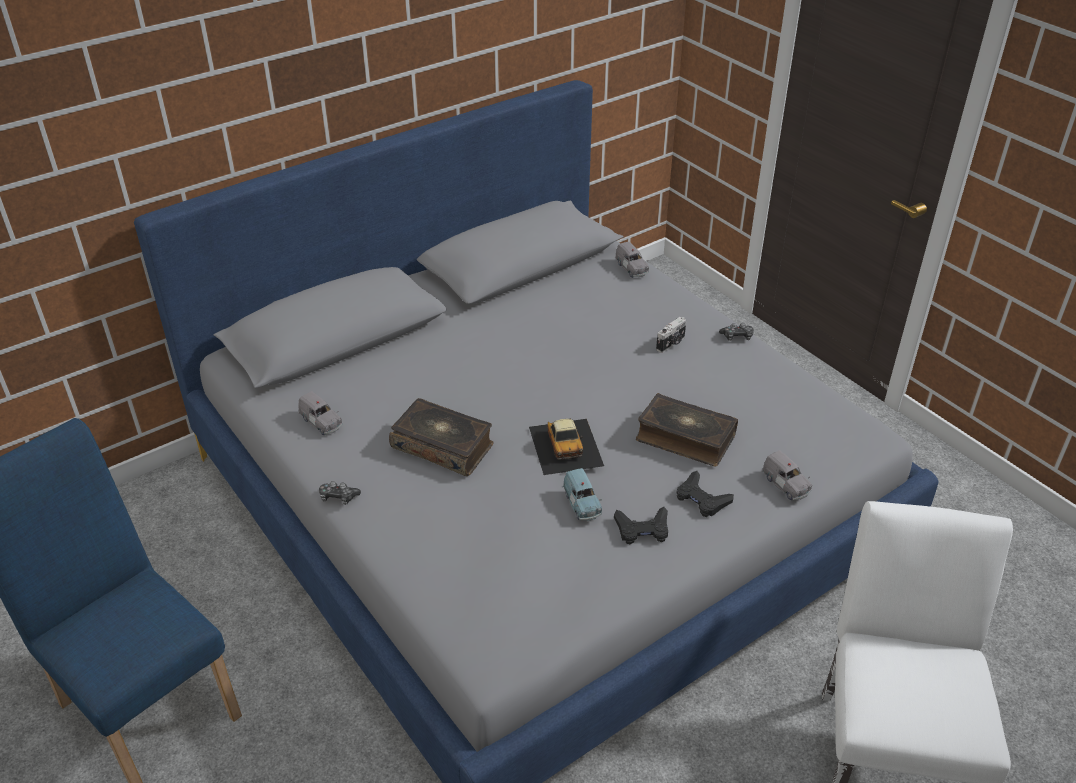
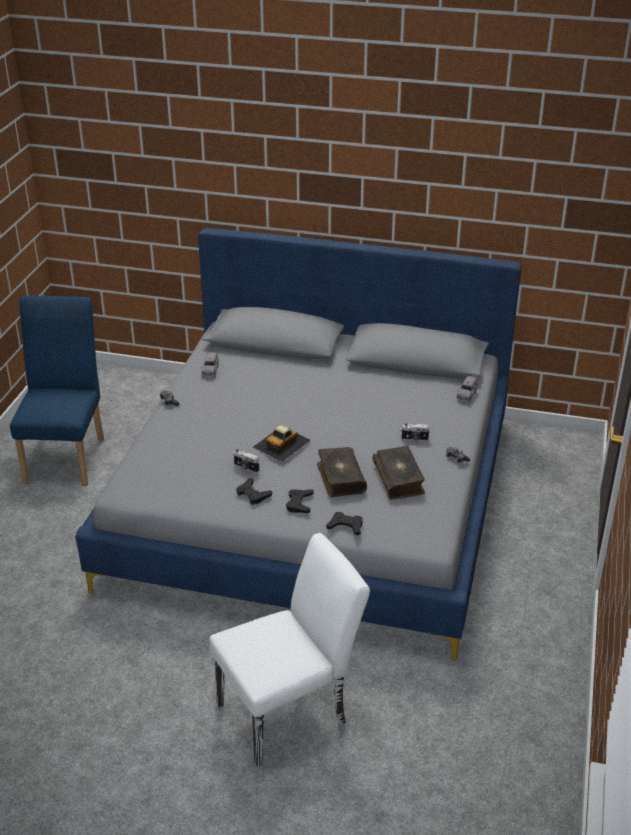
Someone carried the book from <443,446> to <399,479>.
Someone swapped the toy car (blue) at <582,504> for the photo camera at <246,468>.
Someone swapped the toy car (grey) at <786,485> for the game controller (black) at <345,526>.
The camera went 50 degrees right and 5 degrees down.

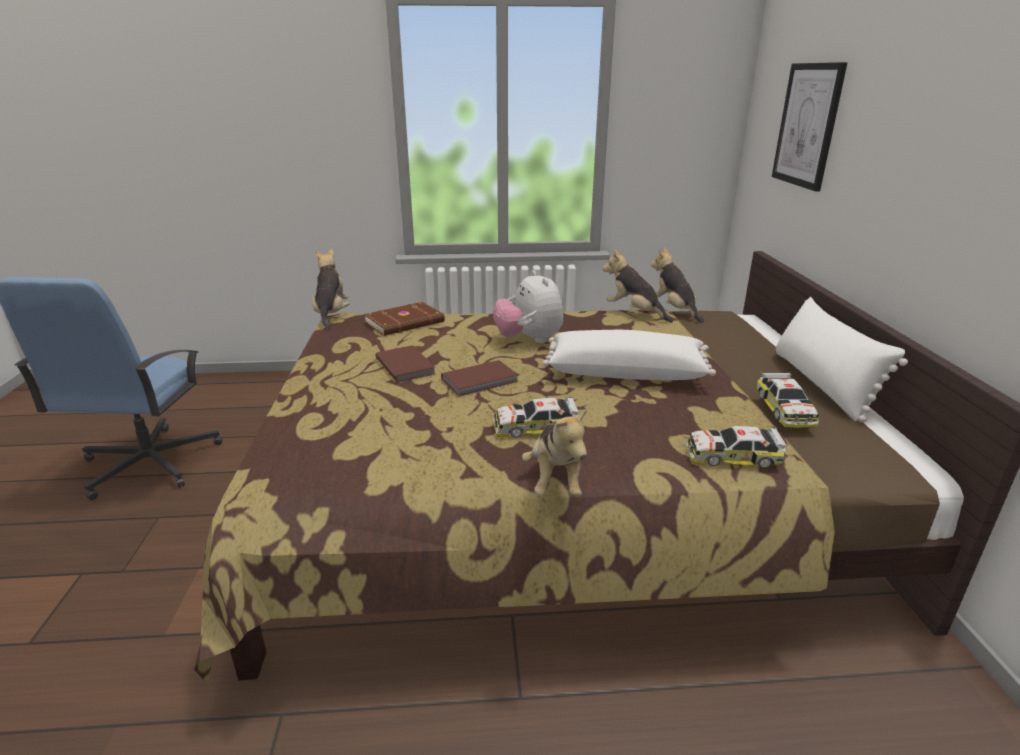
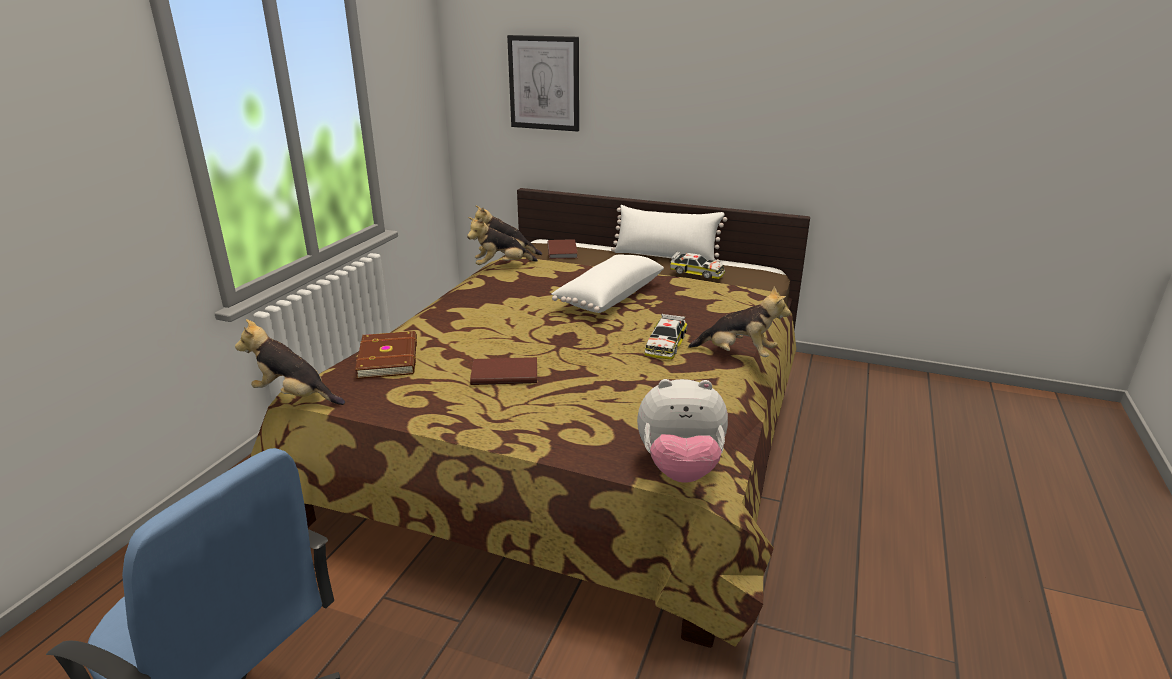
Someone carried the book (brown) from <481,381> to <563,251>.
Someone carried the plush toy from <529,340> to <680,469>.
Someone took away the toy car at <732,456>.
The camera went 65 degrees left and 0 degrees up.

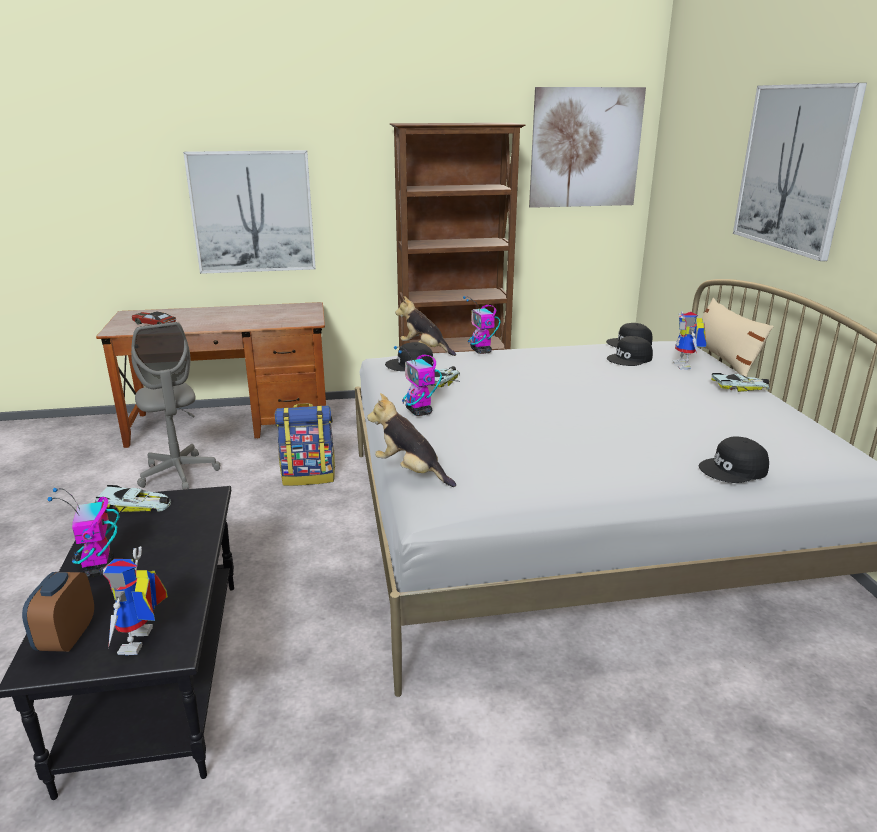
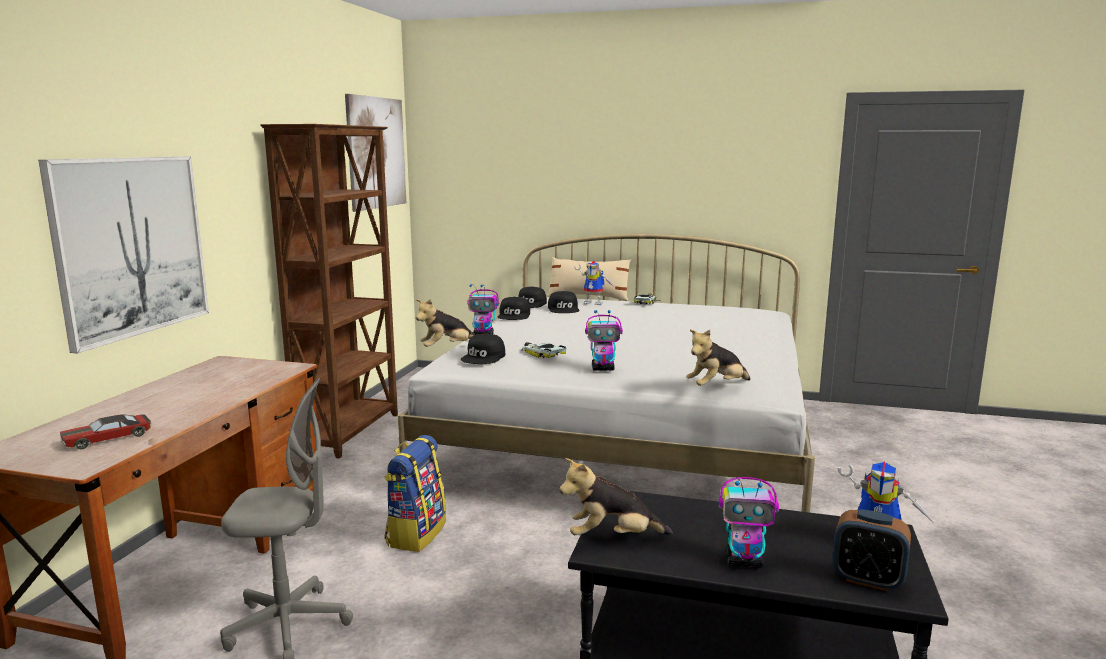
Someone swapped the toy car at <135,505> for the plush toy at <612,537>.
Someone carried the cap (black) from <734,469> to <514,315>.
Someone took away the picture at <794,168>.
The camera went 65 degrees left and 10 degrees down.

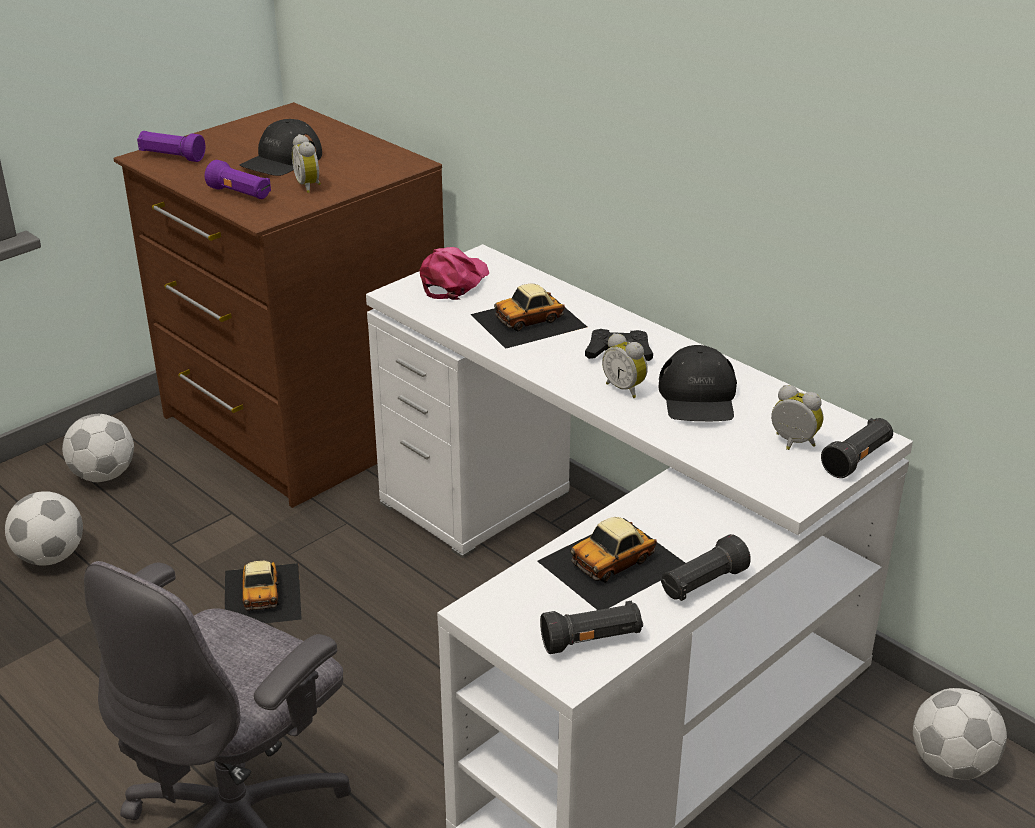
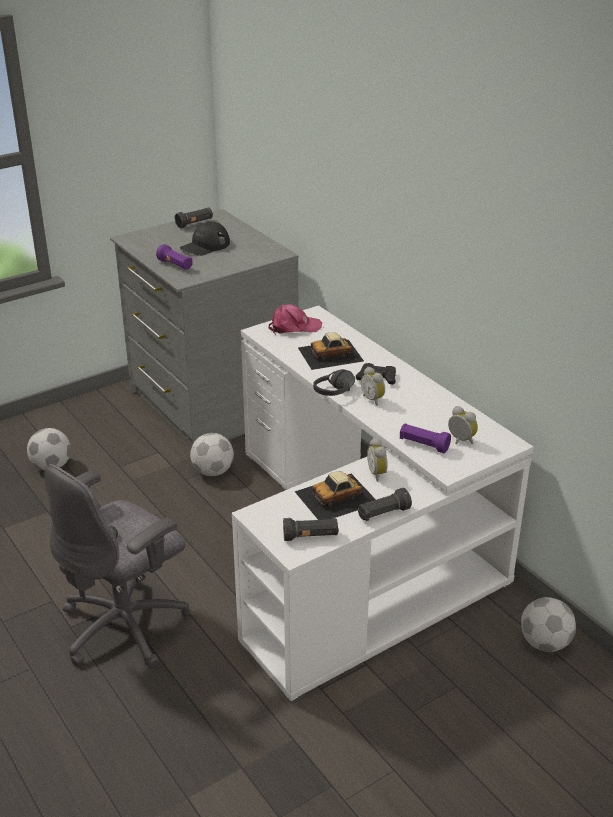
Someone carried the football from <104,475> to <213,471>.
Someone repainted the dresser (brown) at <302,423>, which became the dresser (grey) at <211,403>.
Someone carried the flashlight (purple) from <172,157> to <423,445>.
Someone took away the toy car at <263,594>.
Someone carried the alarm clock from <309,186> to <378,474>.
Someone rotated the cap (pink) at <454,282> by 45 degrees clockwise.
Someone took away the cap (black) at <698,397>.
Someone carried the flashlight (black) from <857,459> to <194,224>.
Someone put down the headphones (black) at <339,394>.
The camera went 10 degrees right and 0 degrees up.

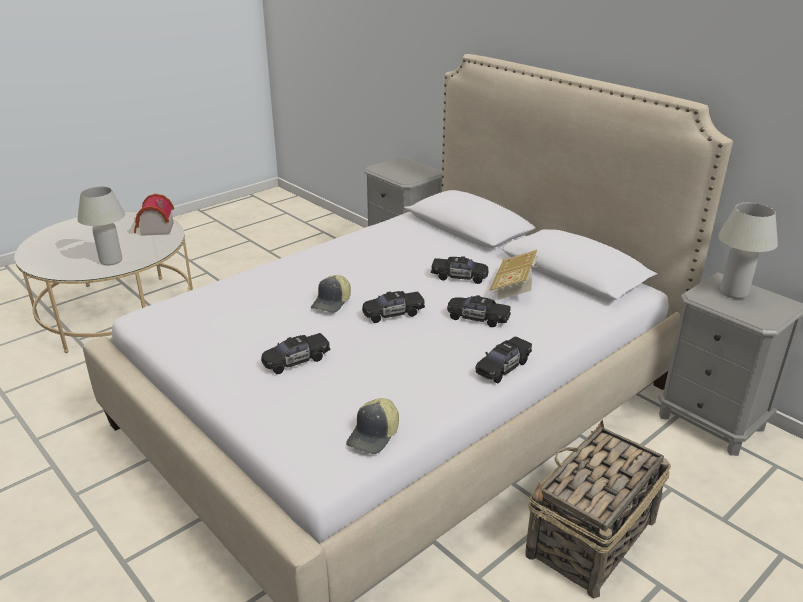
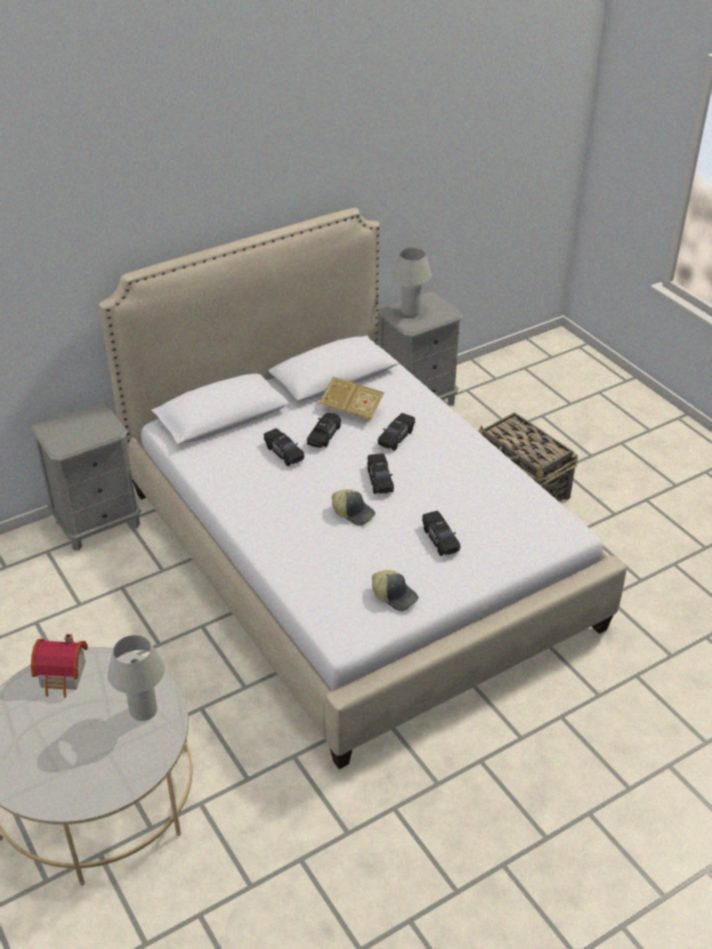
Someone carried the cap from <374,435> to <394,595>.
Someone carried the toy car (black) from <502,367> to <284,453>.
The camera went 80 degrees left and 10 degrees up.

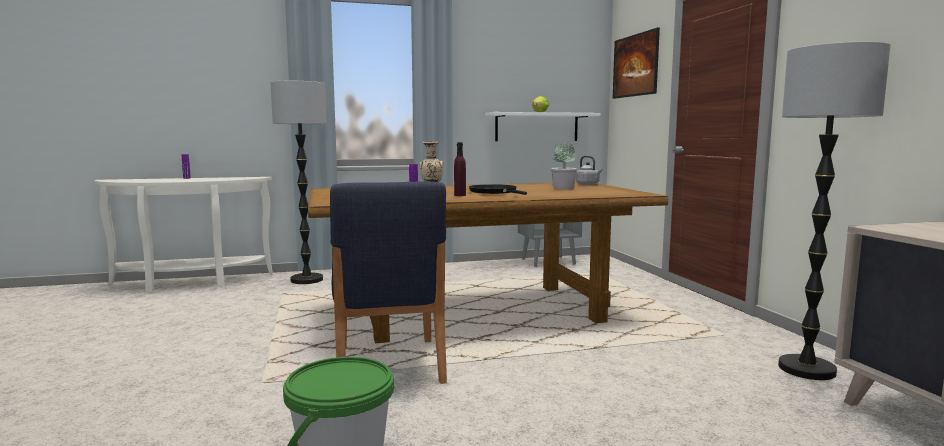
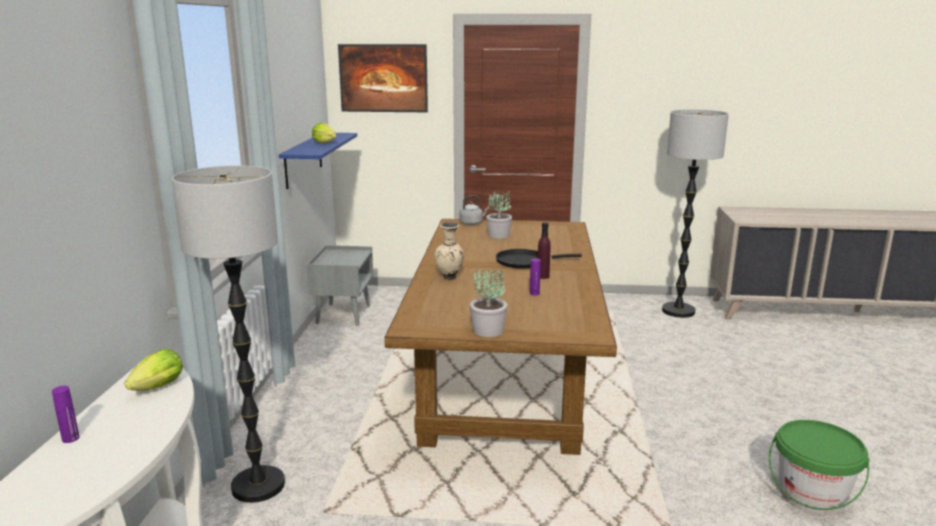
Someone took away the chair (blue) at <388,365>.
Someone repainted the shelf (white) at <536,127>, which became the shelf (blue) at <303,159>.
Someone put down the lettuce at <155,389>.
Someone put down the potted plant at <488,330>.
The camera went 70 degrees left and 10 degrees up.

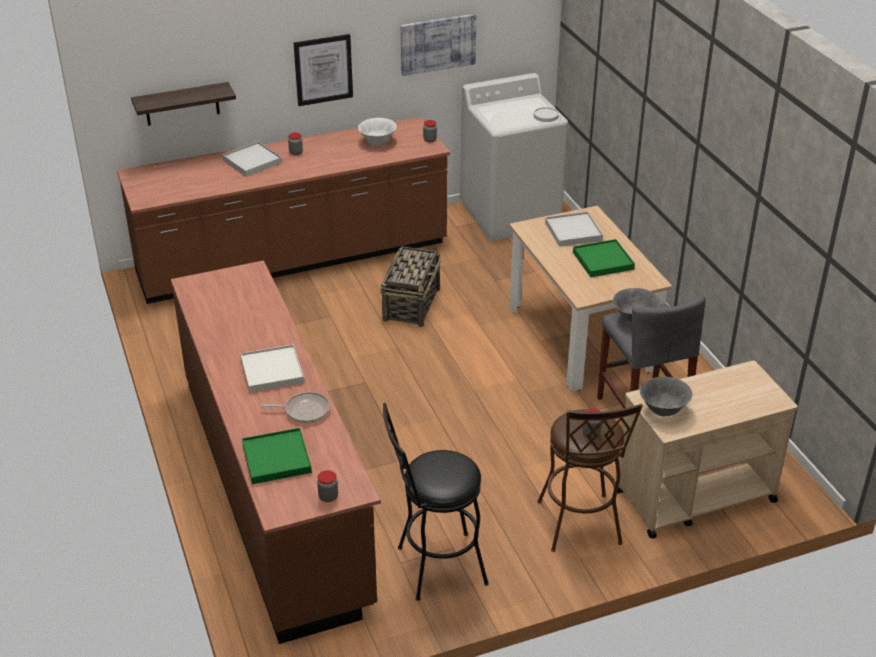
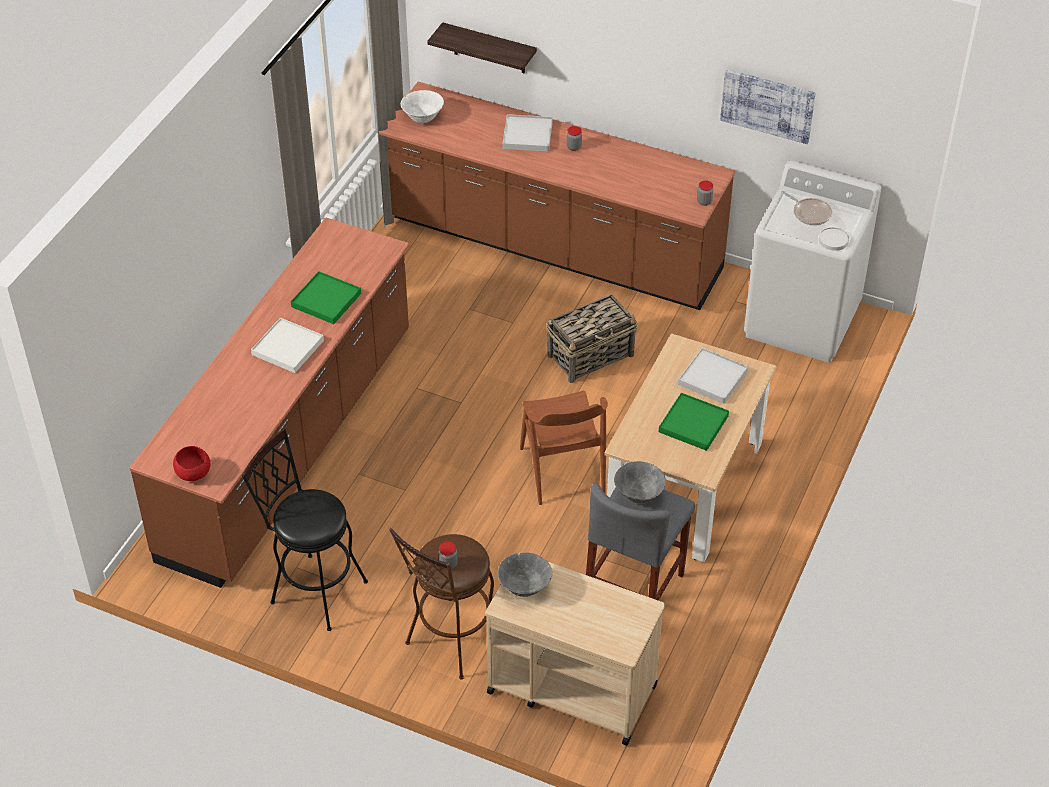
Someone carried the tray (green) from <277,459> to <326,300>.
Someone carried the frying pan from <304,411> to <810,213>.
Someone took away the picture at <323,69>.
Someone swapped the jar at <328,497> for the bowl (red) at <194,473>.
Someone carried the bowl (white) from <377,143> to <422,119>.
Someone put down the chair (brown) at <562,470>.
The camera went 45 degrees right and 10 degrees up.

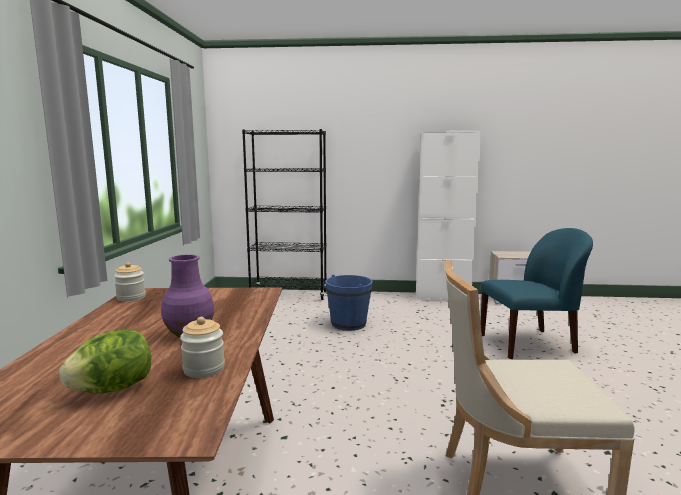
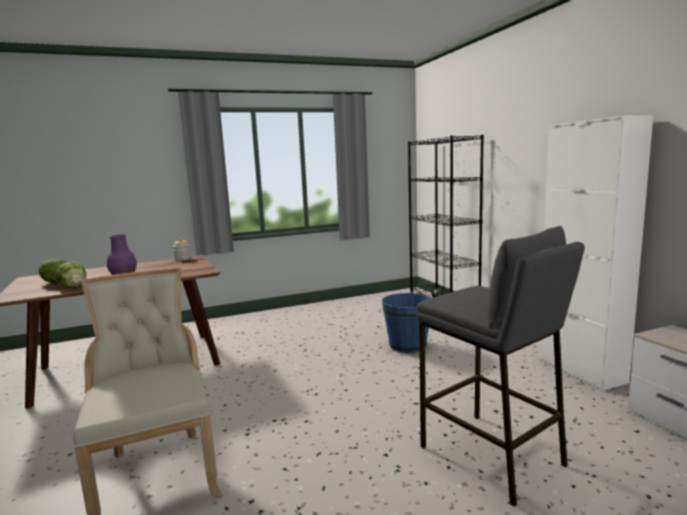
Someone swapped the jar at <204,369> for the lettuce at <73,287>.
Someone swapped the chair (blue) at <528,344> for the stool (grey) at <491,455>.
The camera went 65 degrees right and 0 degrees up.

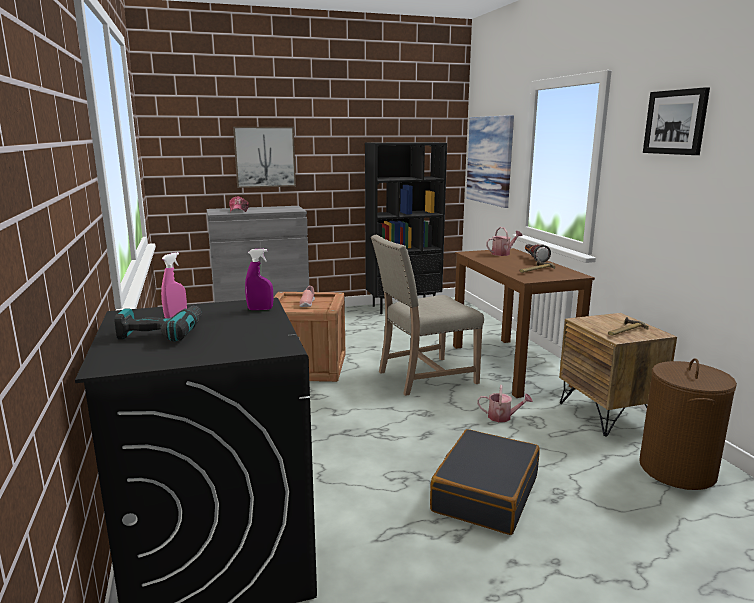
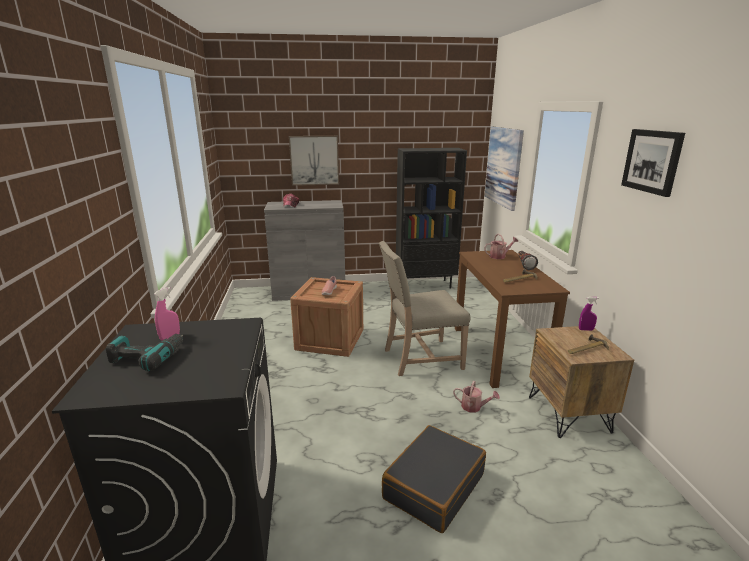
Someone carried the spray bottle (purple) from <260,309> to <586,329>.
Someone took away the laundry basket (brown) at <677,469>.
The camera went 10 degrees right and 5 degrees up.

